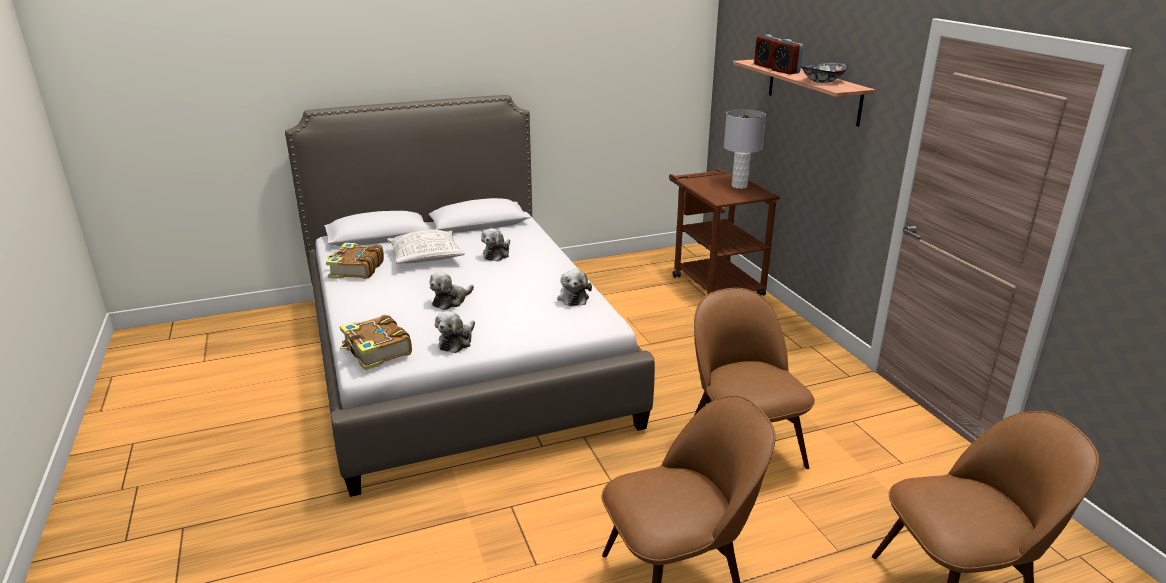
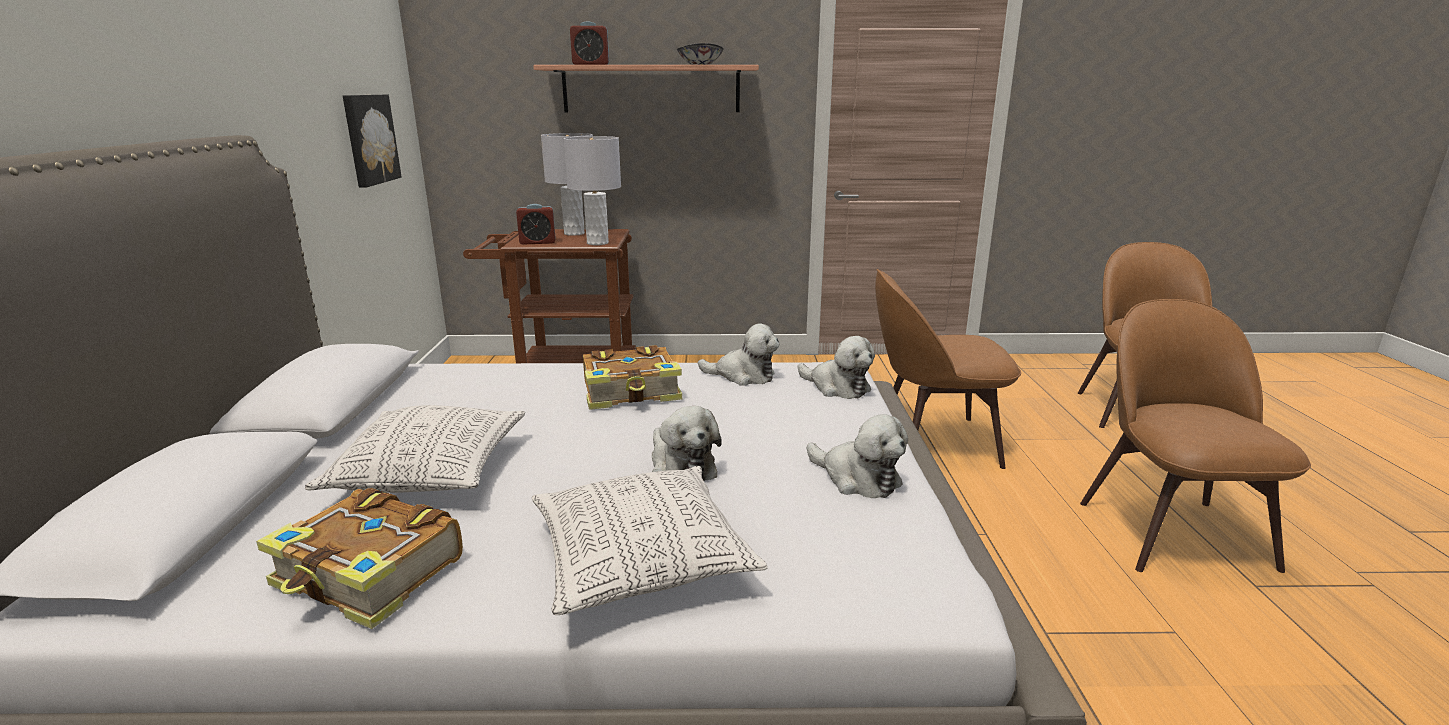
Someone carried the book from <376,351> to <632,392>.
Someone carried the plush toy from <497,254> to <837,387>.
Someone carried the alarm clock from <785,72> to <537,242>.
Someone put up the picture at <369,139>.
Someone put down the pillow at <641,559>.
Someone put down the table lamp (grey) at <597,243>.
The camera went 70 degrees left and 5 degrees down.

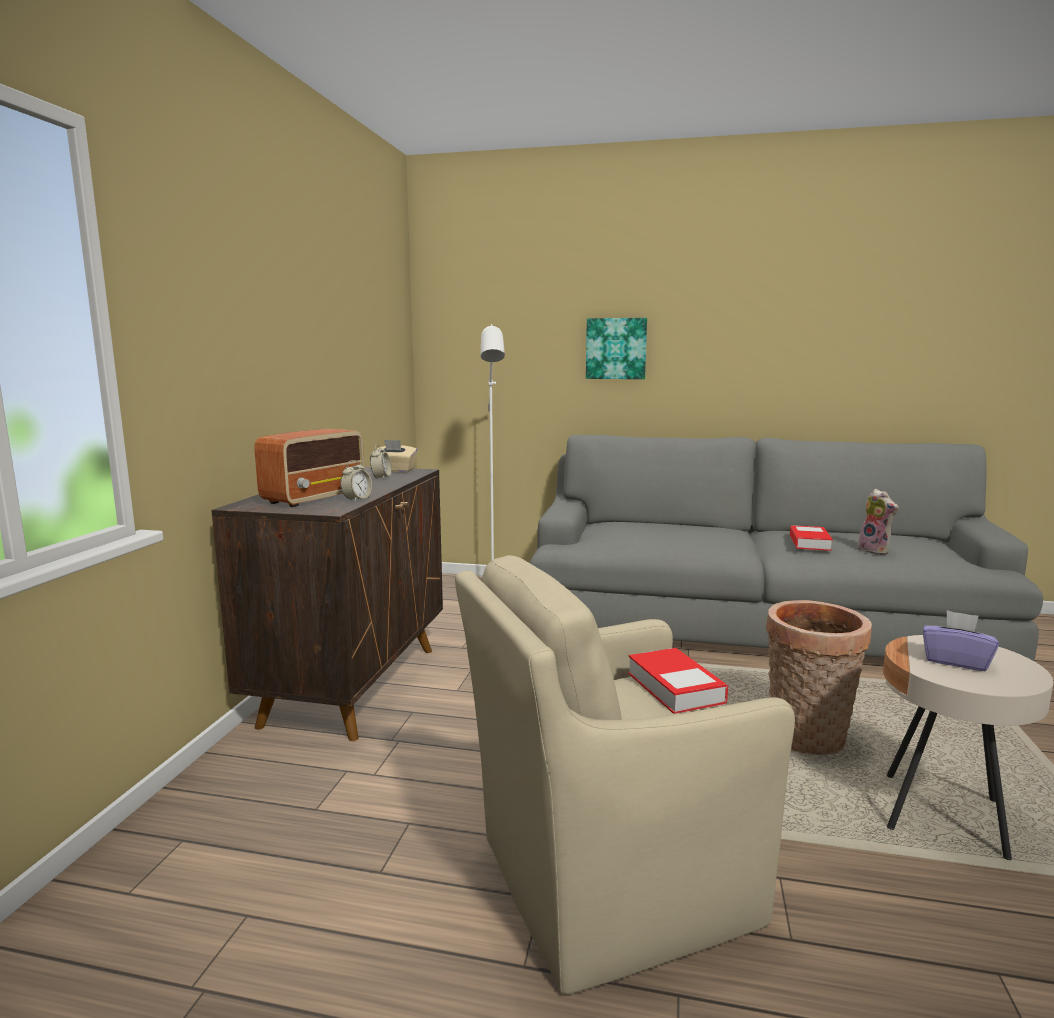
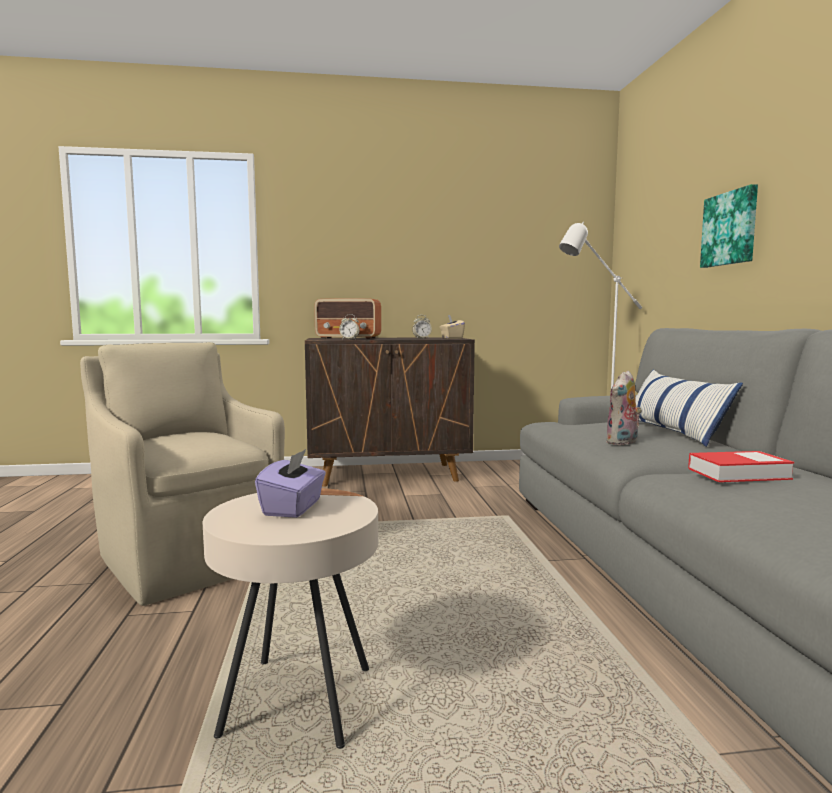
Someone took away the book at <675,687>.
Someone took away the basket at <806,739>.
Someone carried the plush toy from <875,551> to <623,442>.
Someone put down the pillow at <673,432>.
The camera went 70 degrees right and 5 degrees down.

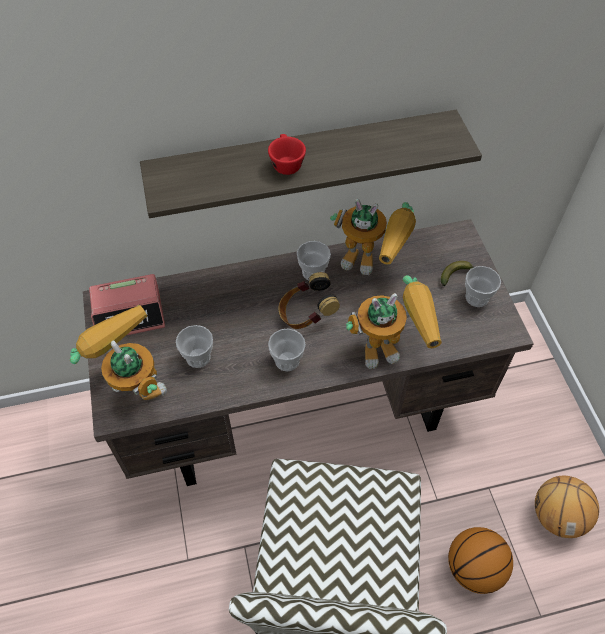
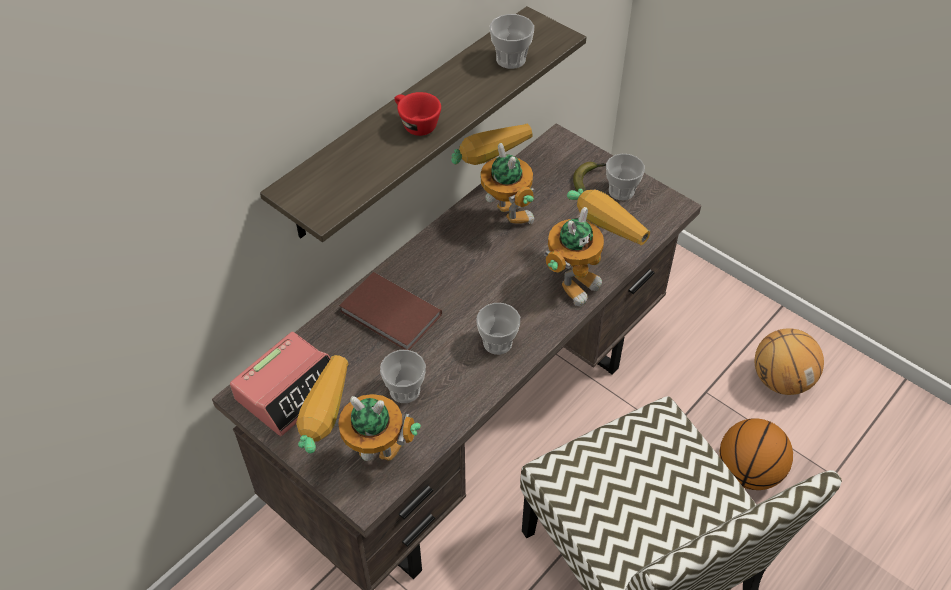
Someone took away the headphones at <306,315>.
Someone carried the cup from <313,272> to <510,59>.
Someone rotated the toy robot at <372,262> by 105 degrees counterclockwise.
Someone put down the book (brown) at <390,315>.
The camera went 35 degrees left and 5 degrees down.

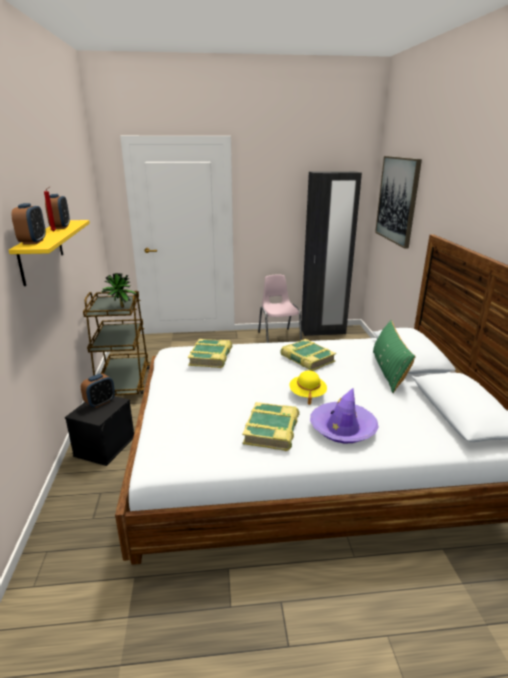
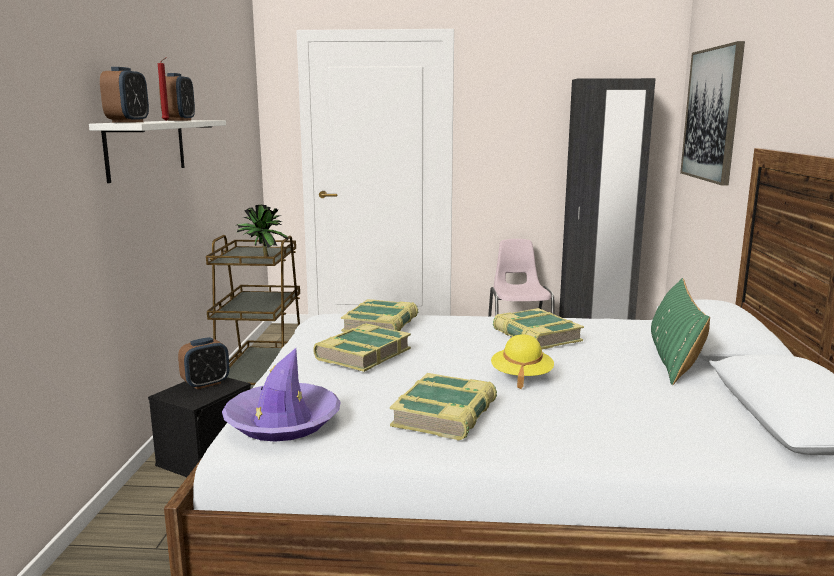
Someone repainted the shelf (yellow) at <41,251>, which became the shelf (white) at <147,148>.
Someone carried the hat (purple) from <342,428> to <282,422>.
Someone put down the book at <362,354>.
The camera went 10 degrees right and 10 degrees down.

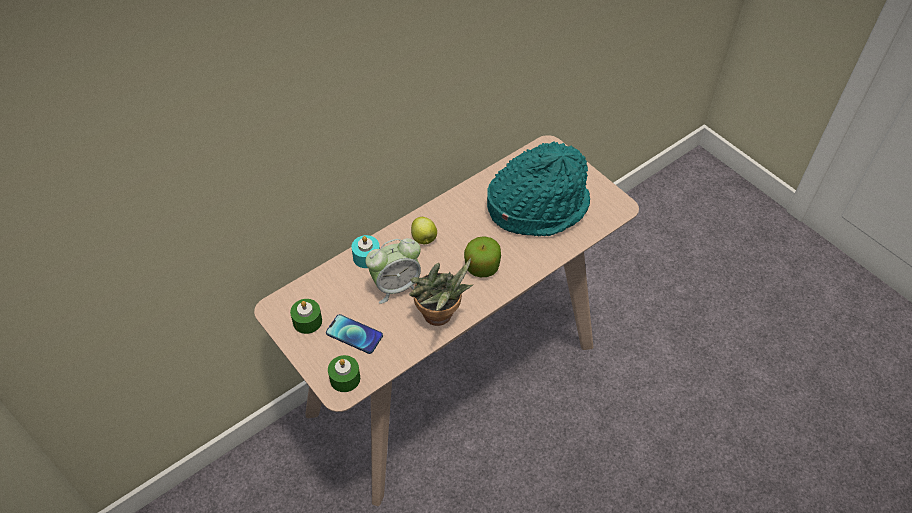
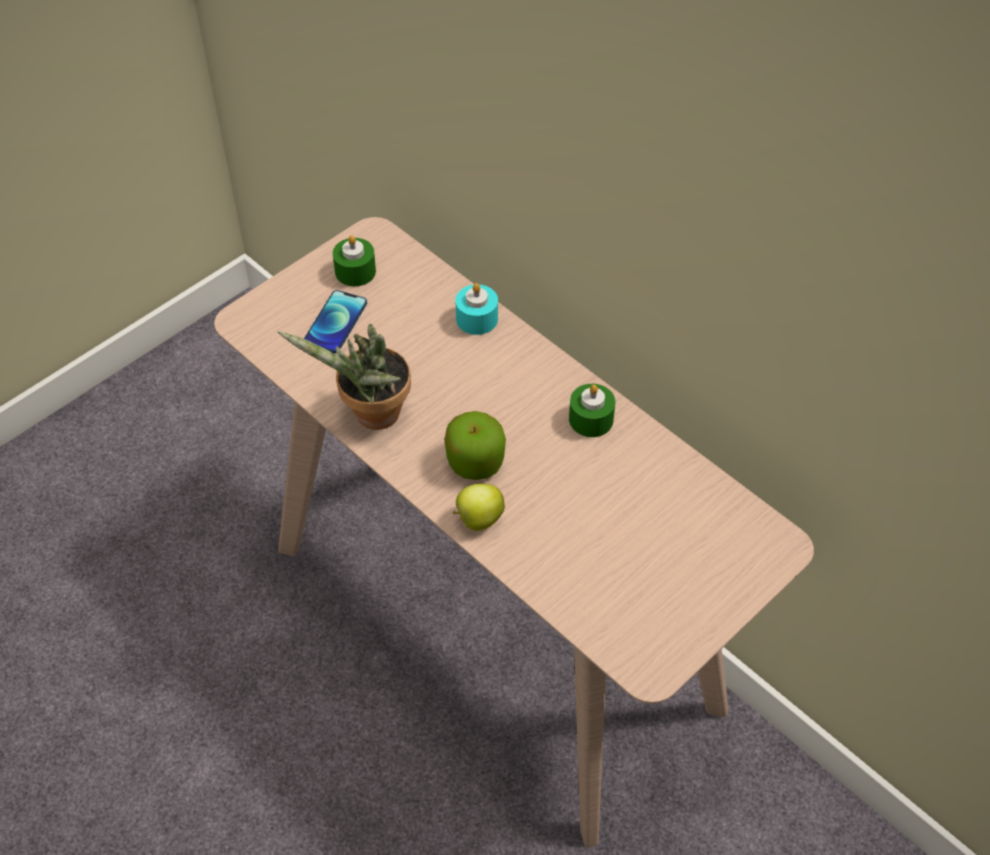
Someone carried the candle (green) from <345,378> to <591,419>.
Someone took away the alarm clock at <396,286>.
Someone carried the apple from <424,239> to <478,519>.
Someone took away the hat (turquoise) at <537,206>.
The camera went 85 degrees right and 0 degrees up.

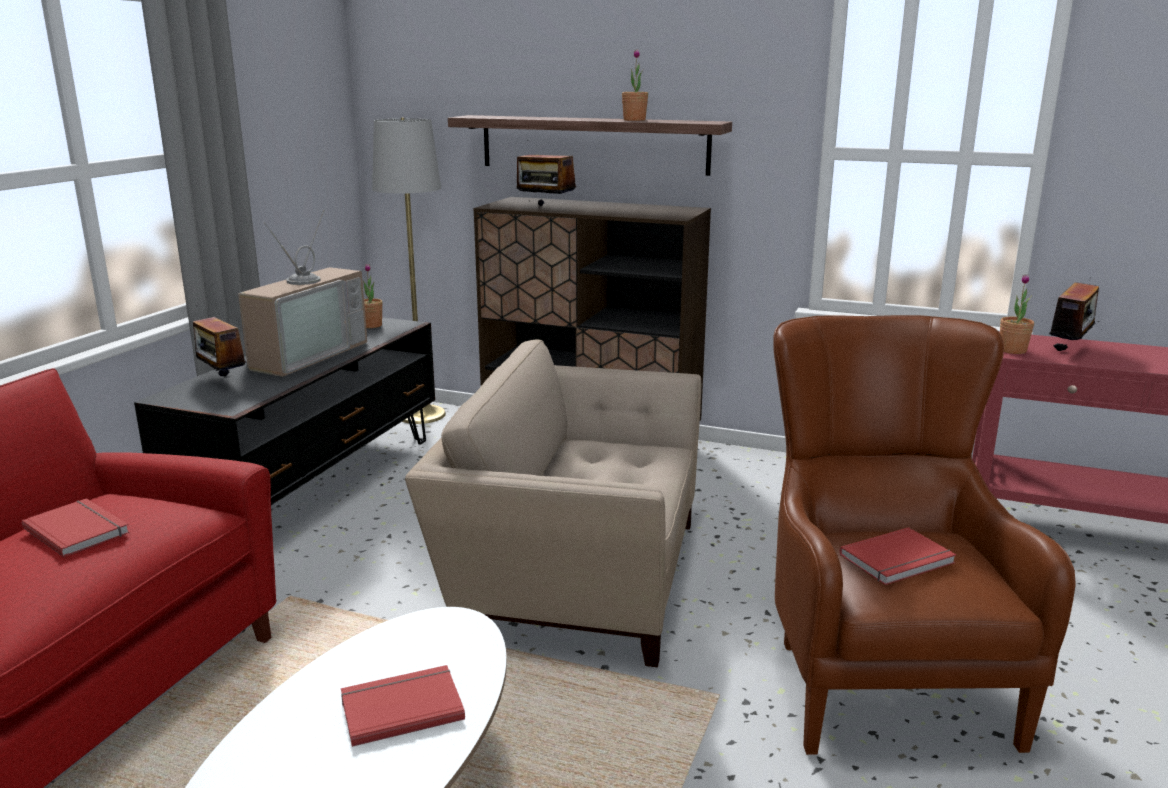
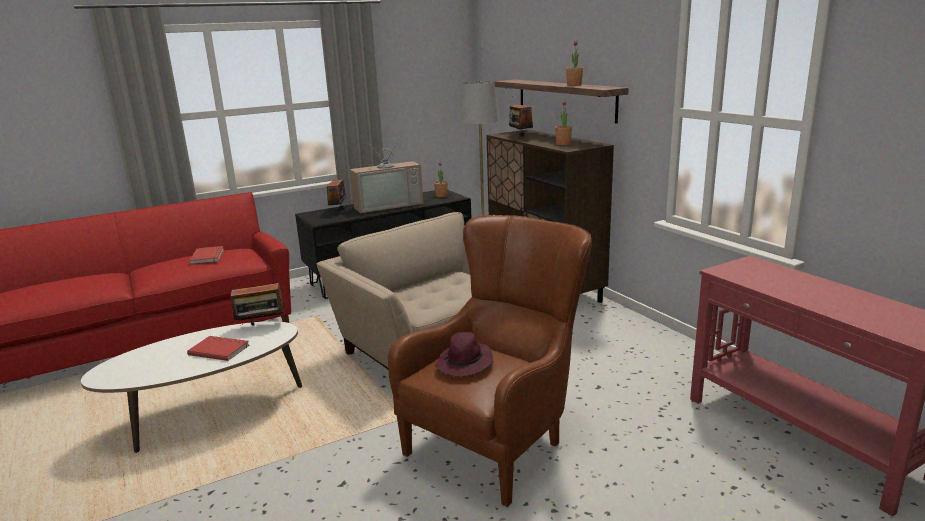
Someone swapped the book (red) at <899,560> for the hat (purple) at <465,364>.
Someone carried the potted plant from <1012,350> to <563,144>.
Someone carried the radio from <1069,349> to <261,326>.
The camera went 40 degrees right and 0 degrees up.

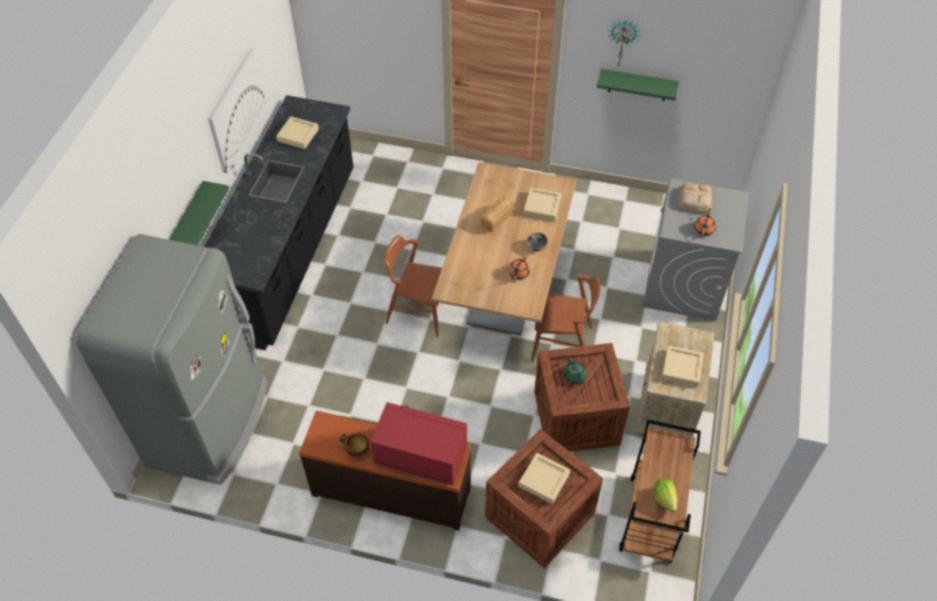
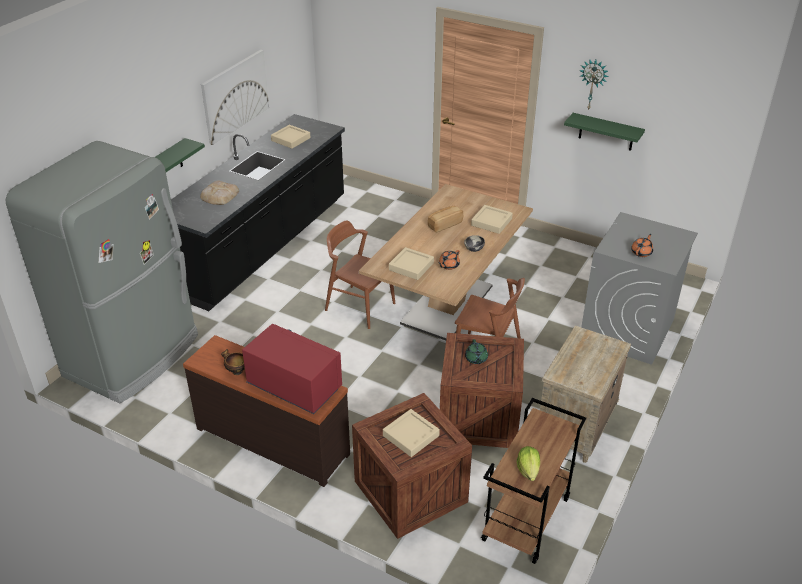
Someone carried the tray (beige) from <681,368> to <411,266>.
Someone carried the bread from <694,200> to <219,196>.
The camera went 15 degrees right and 15 degrees down.

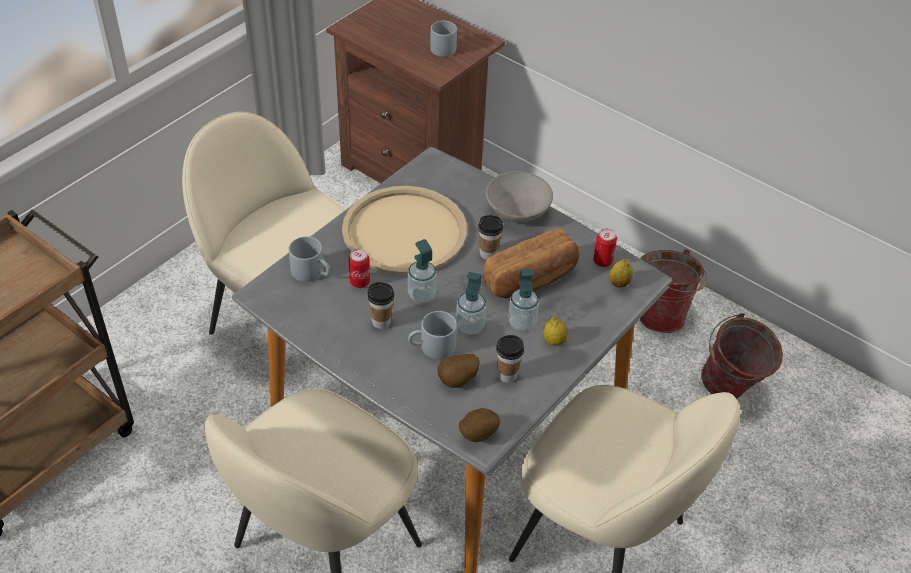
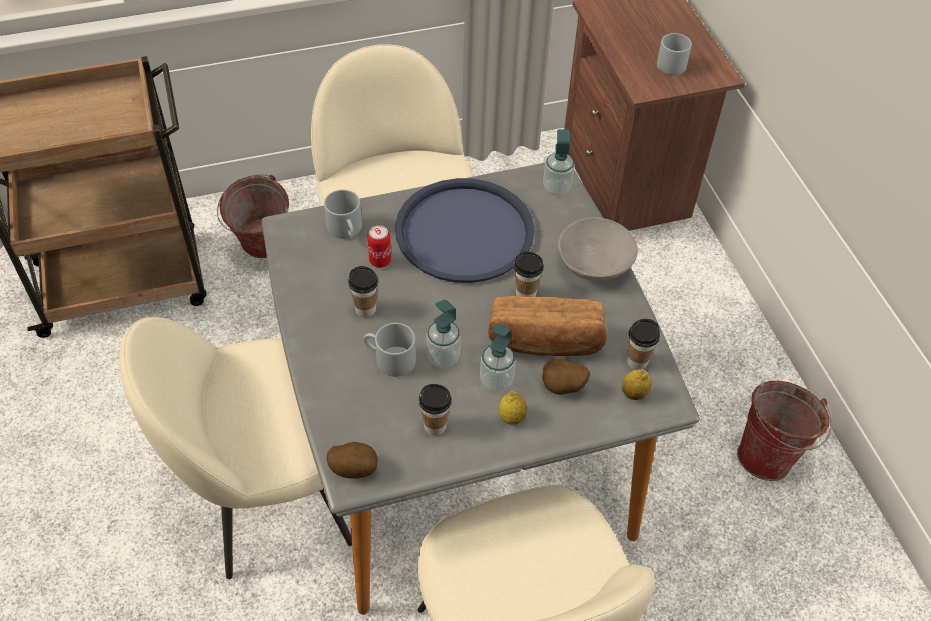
Someone repainted the tray (beige) at <404,231>, which became the tray (blue) at <464,232>.
Someone carried the soap dispenser from <421,295> to <556,188>.
Someone carried the potato from <458,381> to <563,388>.
Someone swapped the can at <602,261> for the cup at <637,361>.
Someone carried the bucket from <730,391> to <261,250>.
The camera went 35 degrees right and 5 degrees up.

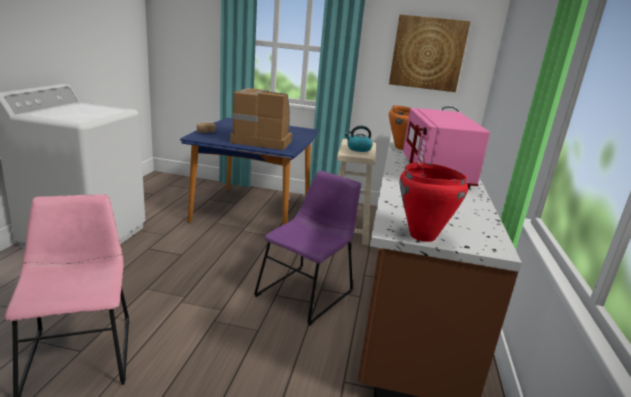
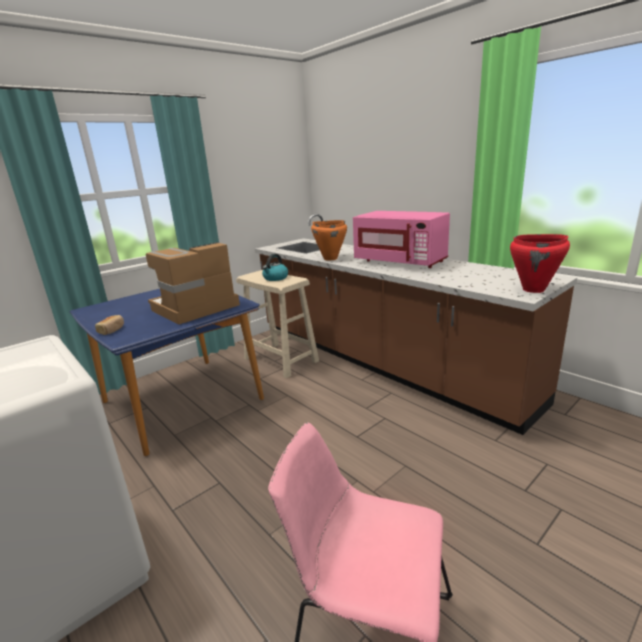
Someone took away the chair (purple) at <307,292>.
Someone took away the picture at <427,53>.
The camera went 50 degrees left and 0 degrees up.

